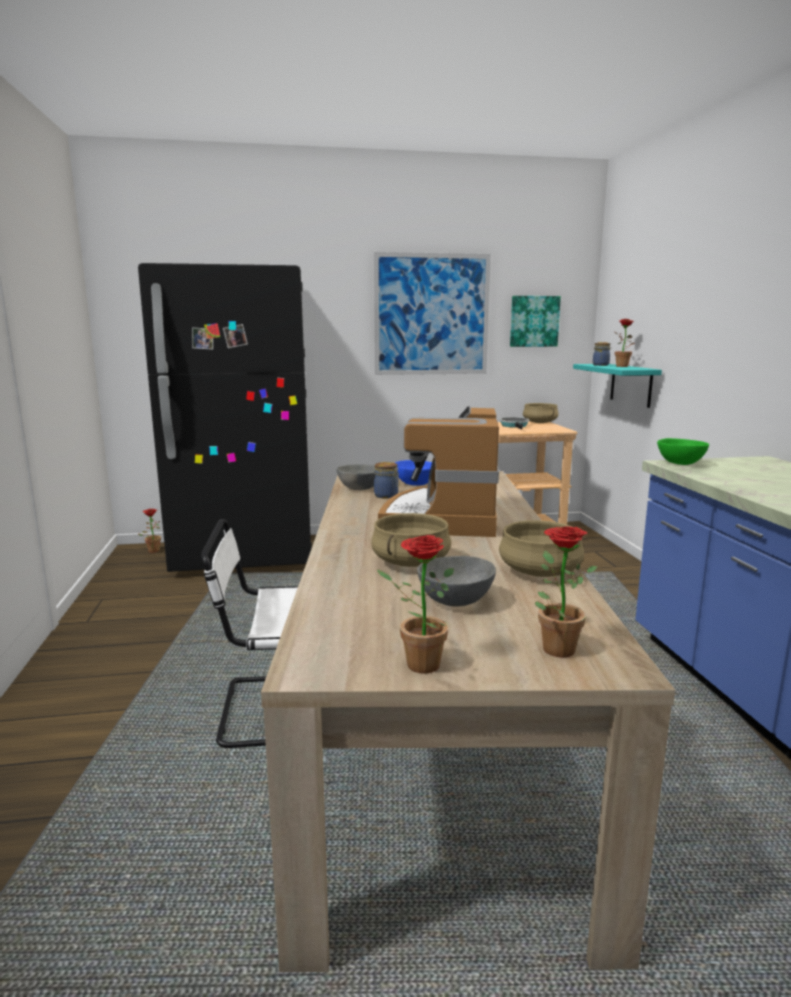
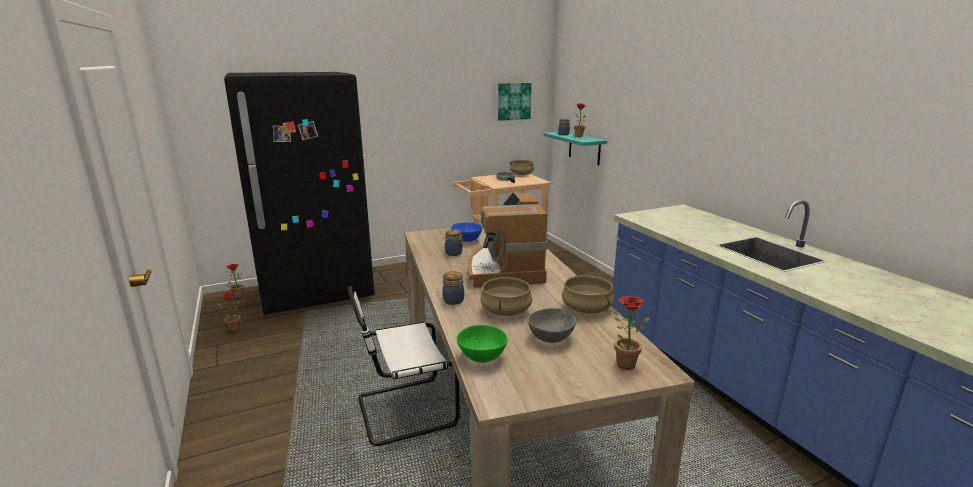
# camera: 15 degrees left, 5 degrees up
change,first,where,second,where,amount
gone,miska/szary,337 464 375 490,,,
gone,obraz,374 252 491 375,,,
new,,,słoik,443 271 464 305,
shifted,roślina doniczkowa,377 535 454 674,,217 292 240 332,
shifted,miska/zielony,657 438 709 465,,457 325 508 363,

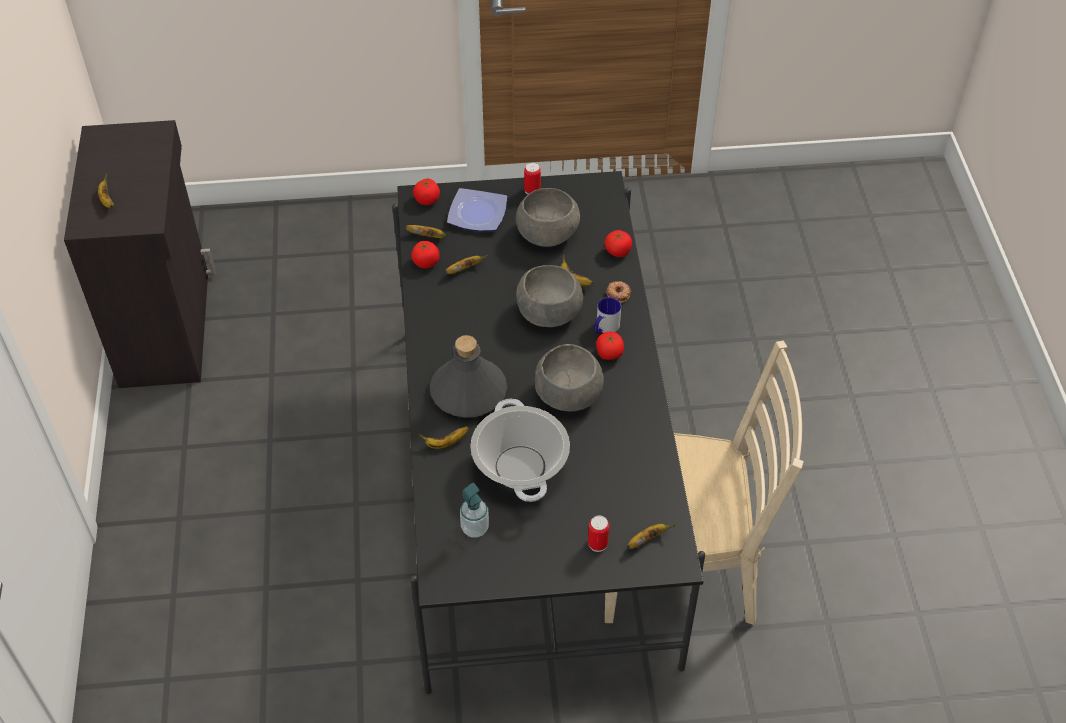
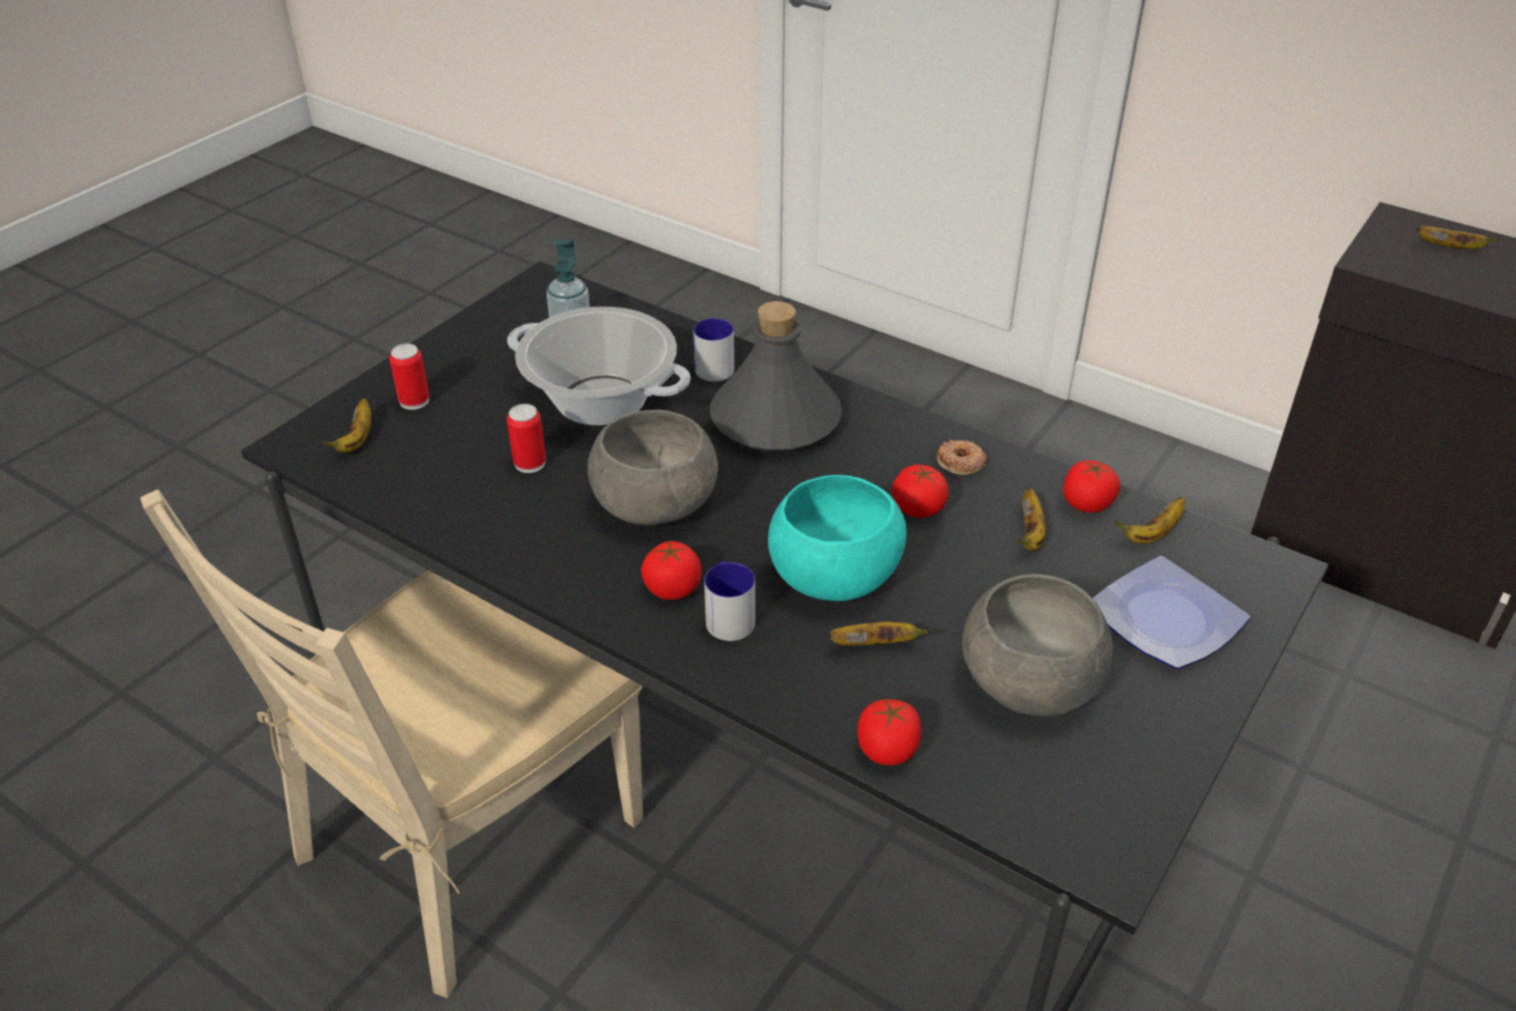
# camera: 130 degrees right, 10 degrees down
change,first,where,second,where,amount
shifted,pomidor,413 179 440 205,,892 464 949 518,
shifted,puszka,524 162 541 195,,507 404 546 473,
shifted,donut,606 281 631 303,,937 439 987 475,
swapped,banan,419 426 469 449,kubek,693 318 734 382,
repainted,miska/szary,516 265 583 327,miska/turkusowy,768 475 906 601,

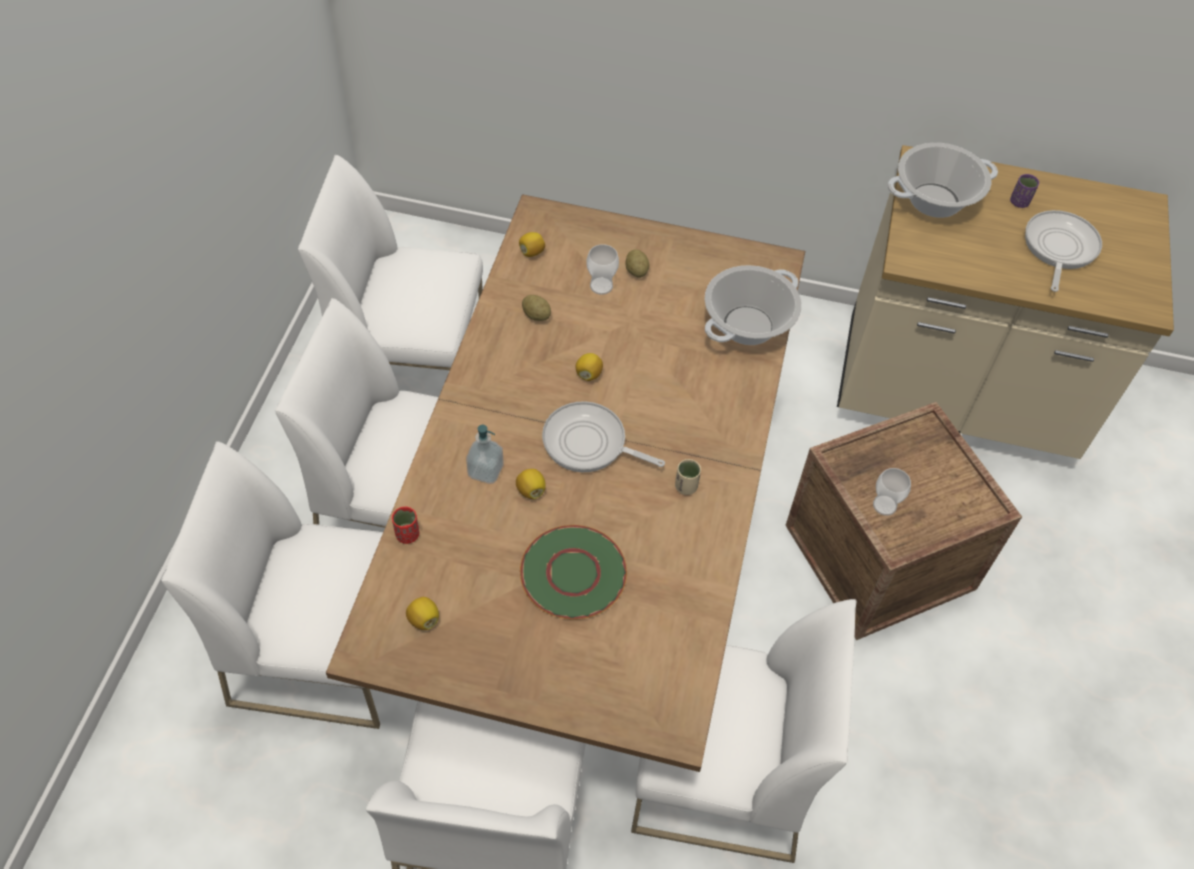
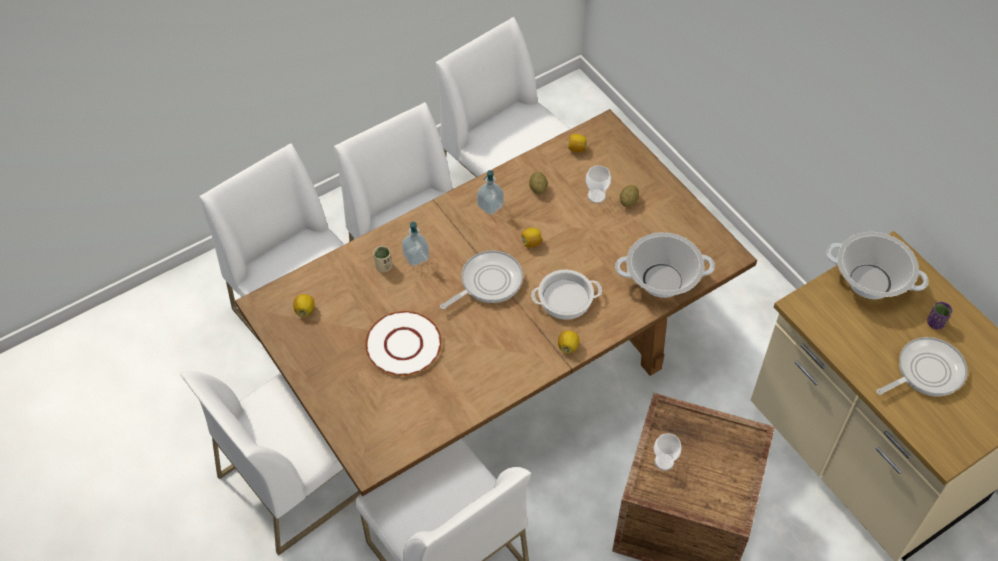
# camera: 45 degrees right, 0 degrees up
change,first,where,second,where,amount
gone,filiżanka/czerwony,392 507 419 544,,,
new,,,dozownik mydła,477 170 504 215,
new,,,garnek,531 270 602 320,
shifted,cytryna,516 469 546 499,,558 330 579 353,
shifted,filiżanka/beżowy,675 459 701 495,,373 246 392 272,
repainted,talerz/zielony,520 525 627 620,talerz/biały,365 311 442 376,
rotated,patelnia,542 401 665 472,,440 251 523 309,75 degrees clockwise

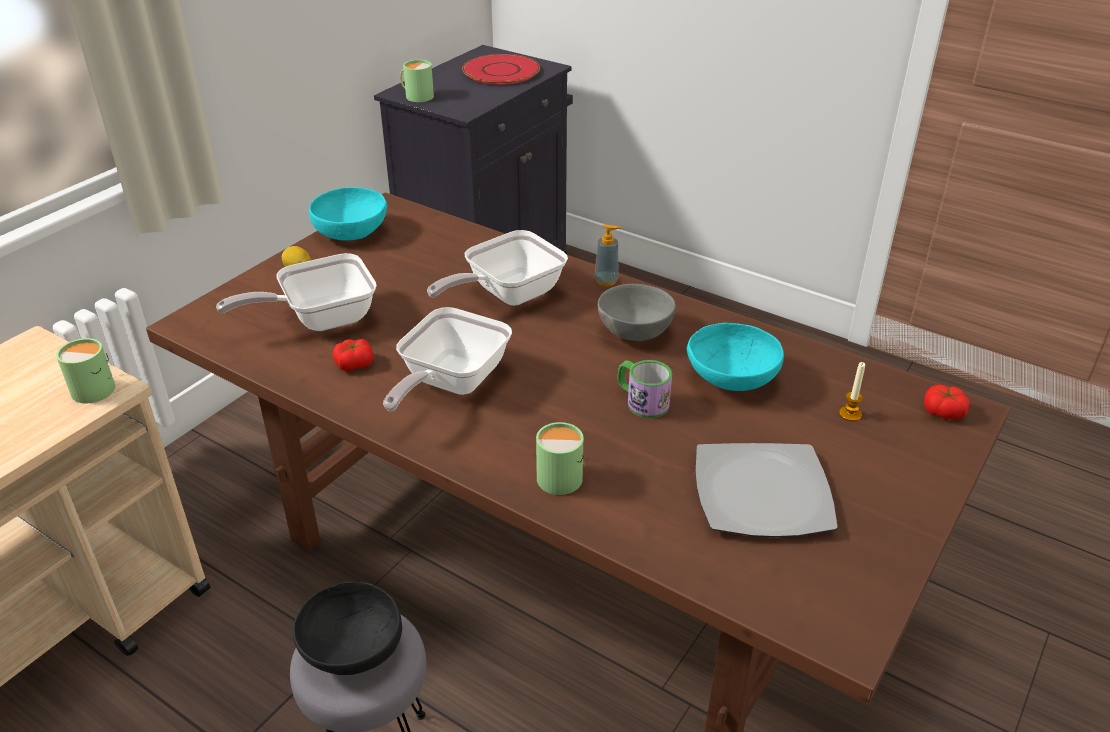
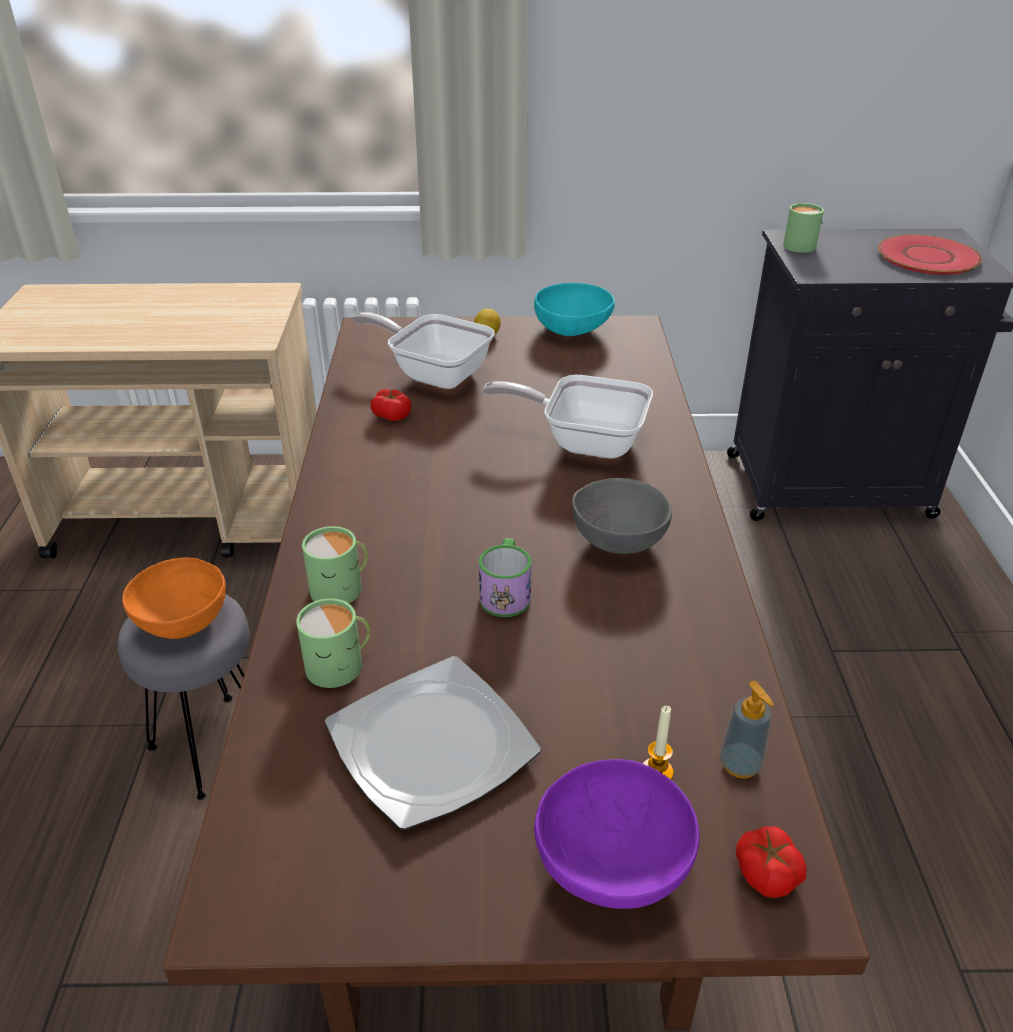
# camera: 55 degrees right, 0 degrees up
change,first,where,second,where,amount
gone,patelnia,383 307 512 411,,,
gone,miska/turkusowy,687 323 784 391,,,
new,,,miska/fioletowy,534 759 699 909,
shifted,kubek/zielony,56 338 115 403,,296 598 370 688,
shifted,dozownik mydła,595 225 621 286,,720 681 774 779,
repainted,miska/czarny,293 581 402 675,miska/pomarańczowy,122 557 226 639,

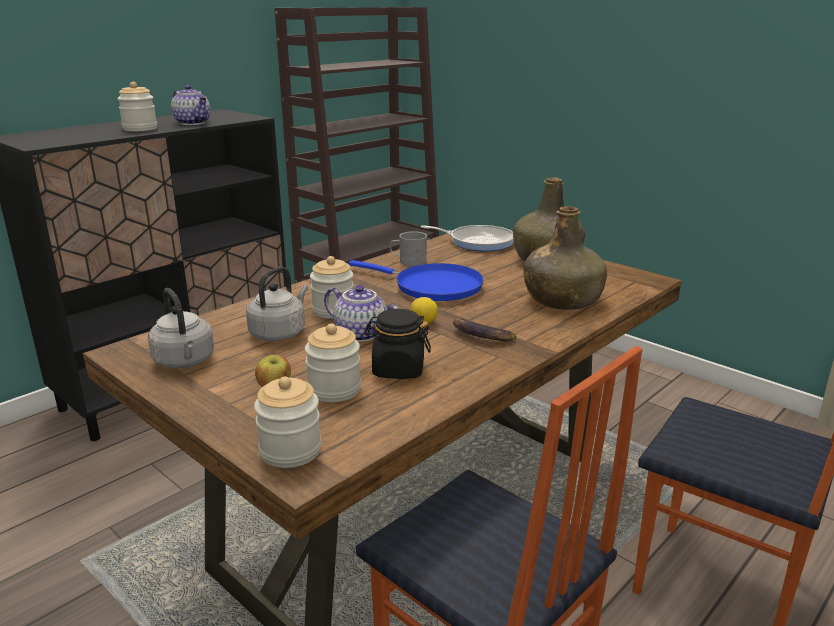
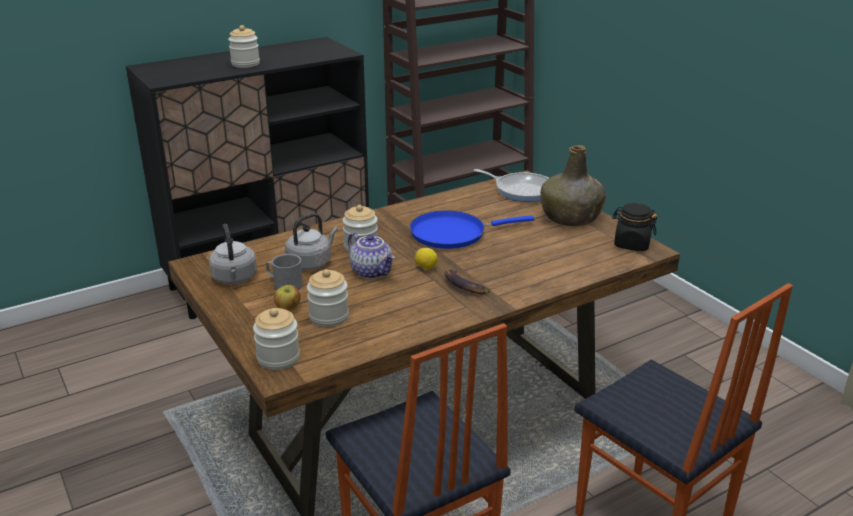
# camera: 15 degrees right, 5 degrees up
change,first,where,second,where,amount
gone,imbryk,171 85 210 125,,,
gone,butelka/zielony,523 206 607 310,,,
shifted,słoik/czarny,364 309 431 379,,612 203 657 251,
shifted,kubek/szary,390 231 427 266,,266 254 303 290,
rotated,patelnia/niebieski,349 260 484 301,,410 211 534 249,120 degrees clockwise

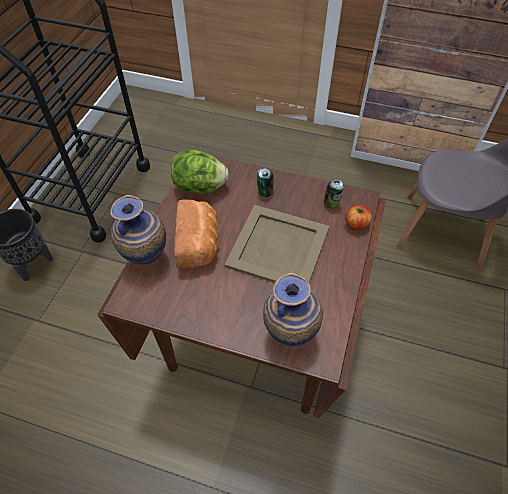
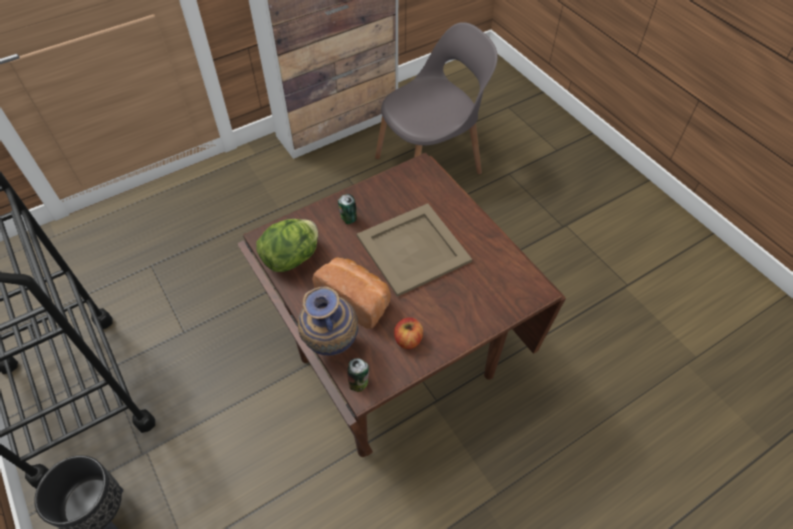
# camera: 50 degrees left, 0 degrees up
change,first,where,second,where,amount
gone,wazon,263 273 323 346,,,
shifted,puszka,324 179 344 208,,347 358 369 392,
shifted,jabłko,345 205 372 230,,394 317 423 349,

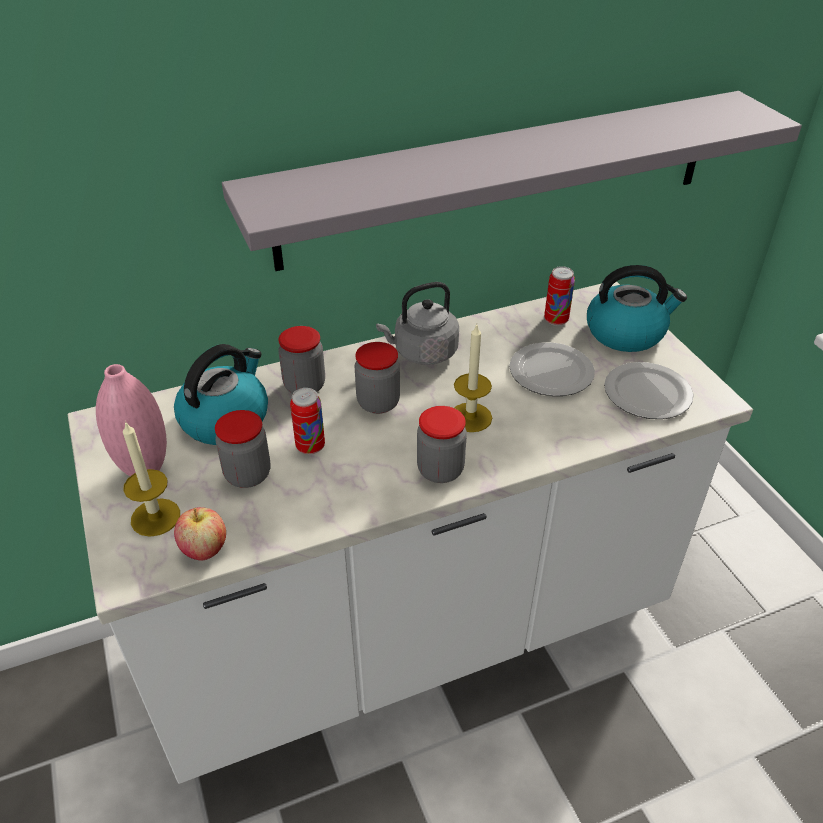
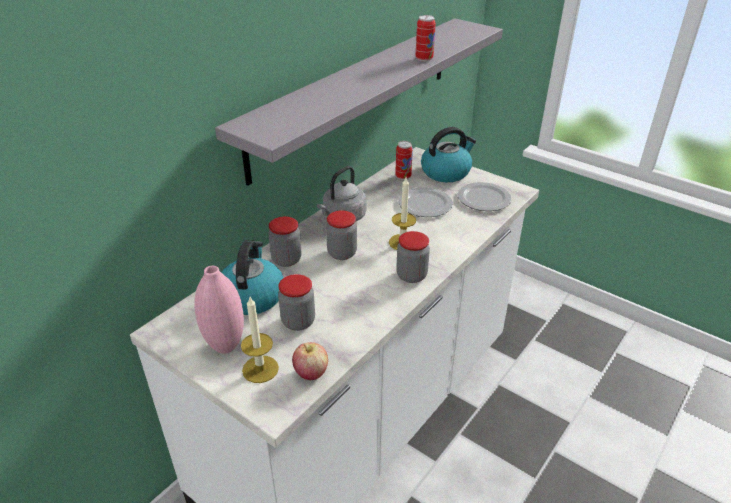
# camera: 30 degrees left, 5 degrees down
change,first,where,second,where,amount
shifted,puszka,290 388 325 454,,415 15 436 62,

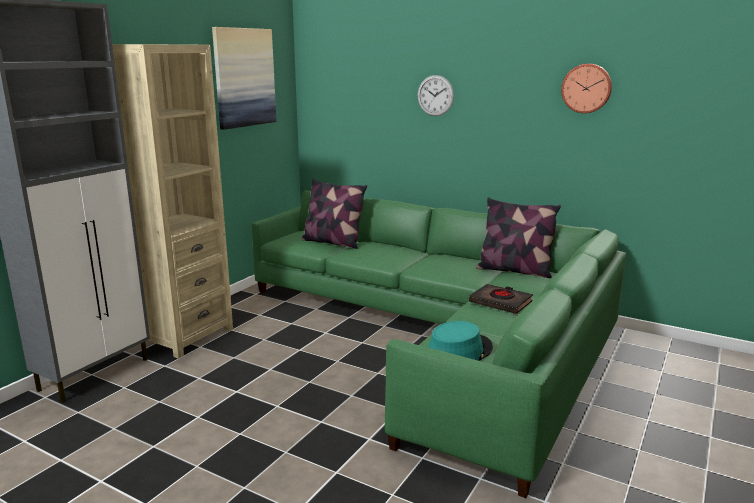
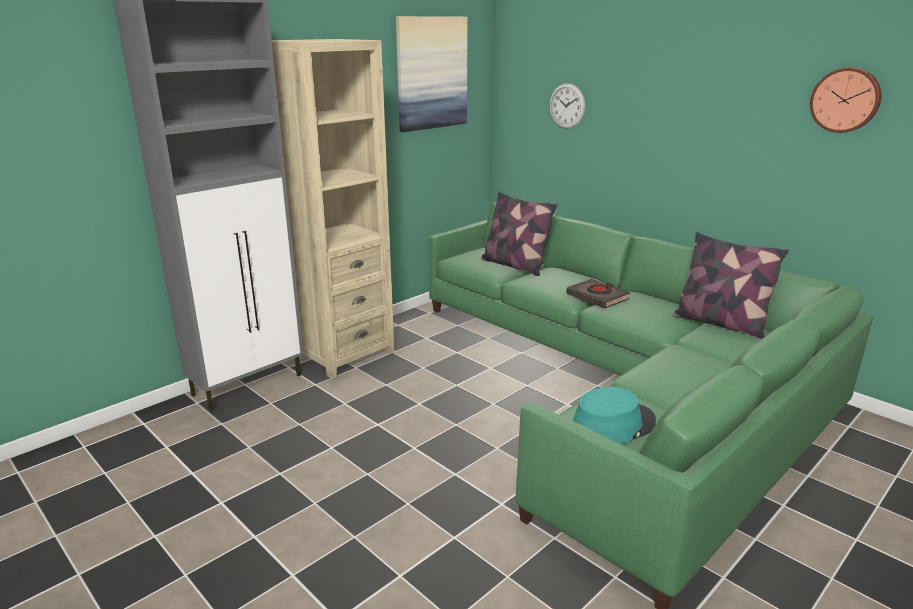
# camera: 15 degrees right, 5 degrees up
change,first,where,second,where,amount
shifted,zegar ścienny,417 75 454 116,,549 83 585 129,
shifted,książka/czarny,469 284 533 314,,566 279 630 309,

